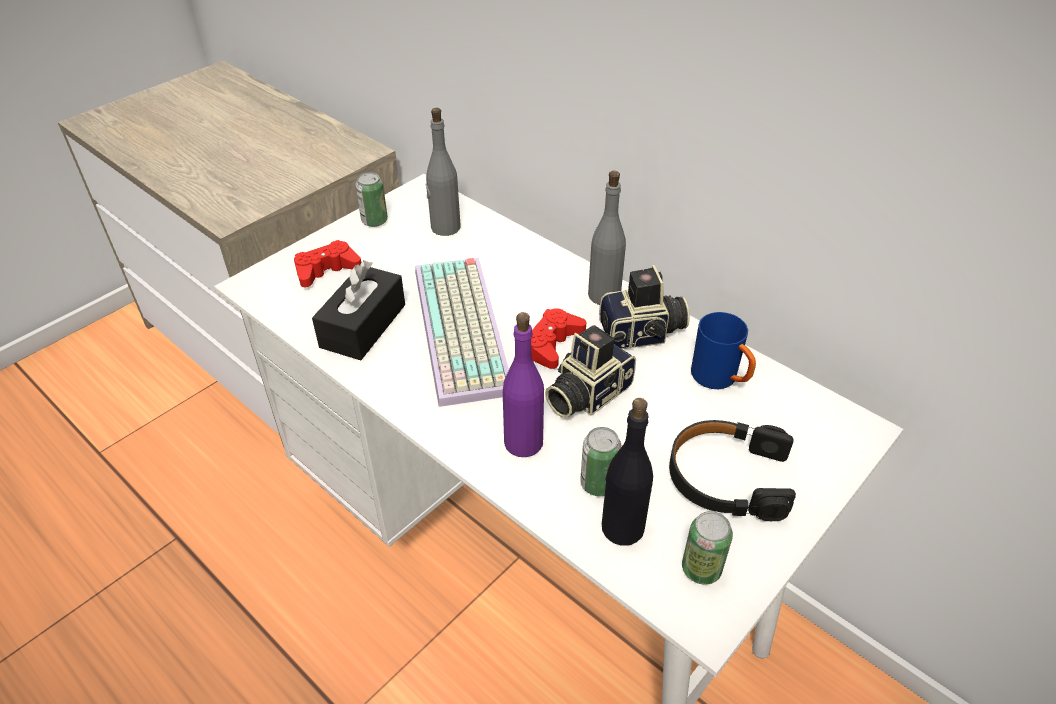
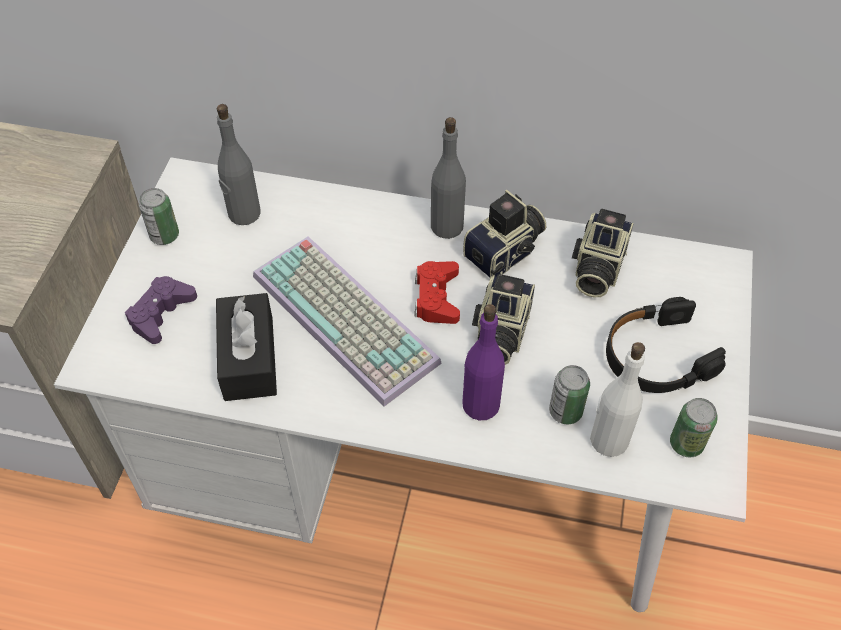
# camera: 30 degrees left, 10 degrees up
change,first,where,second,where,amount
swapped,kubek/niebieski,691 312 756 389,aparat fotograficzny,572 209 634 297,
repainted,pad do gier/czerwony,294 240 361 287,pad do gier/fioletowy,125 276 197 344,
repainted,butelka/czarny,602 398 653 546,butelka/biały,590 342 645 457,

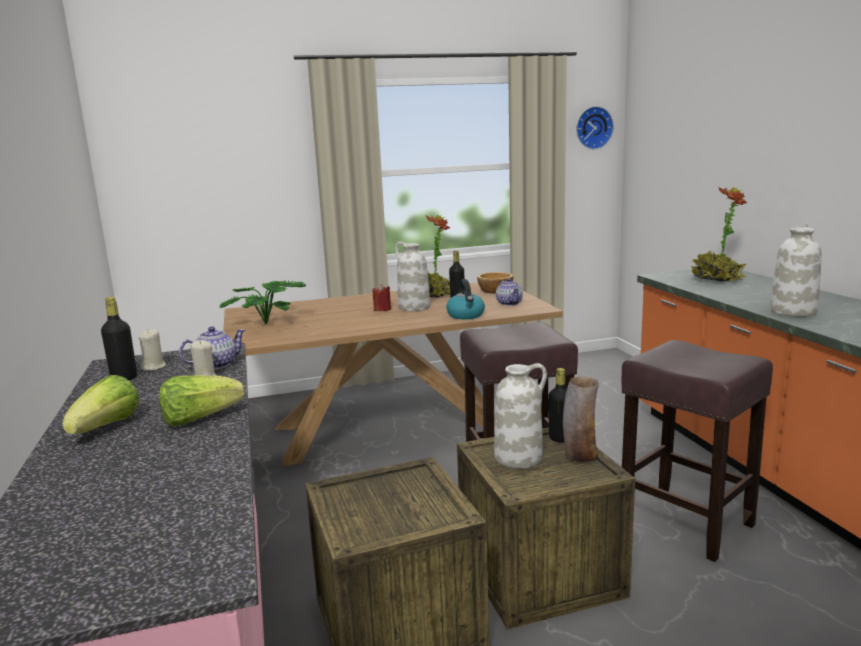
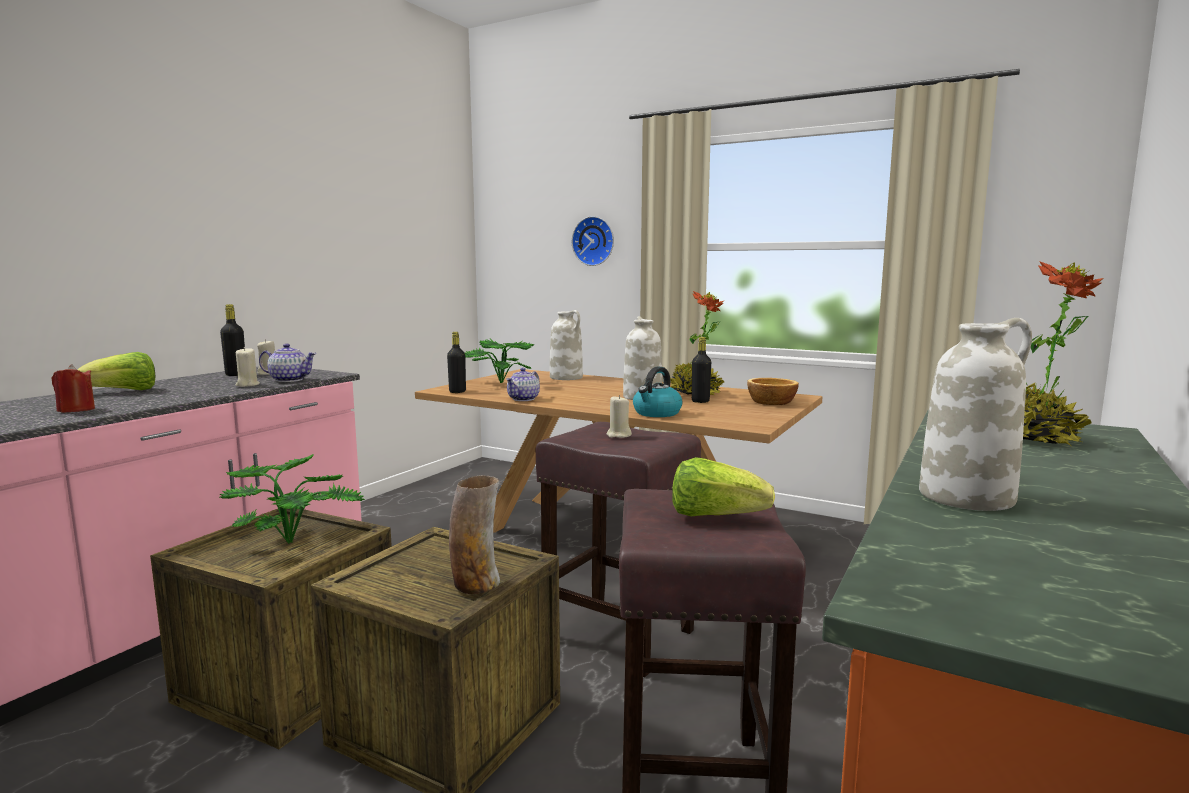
# camera: 45 degrees right, 5 degrees down
change,first,where,second,where,amount
new,,,roślina doniczkowa,219 454 365 544,
new,,,świeca/beżowy,606 395 632 438,
shifted,sałata,159 375 244 426,,672 457 775 516,
shifted,świeca/czerwony,373 284 391 311,,51 364 95 412,
shifted,wazon/biały,494 363 547 469,,550 310 583 380,
shifted,imbryk,496 278 523 306,,506 368 540 401,
shifted,butelka/czarny,548 368 567 443,,447 332 466 393,
shifted,zegar ścienny,576 106 614 149,,572 216 614 266,

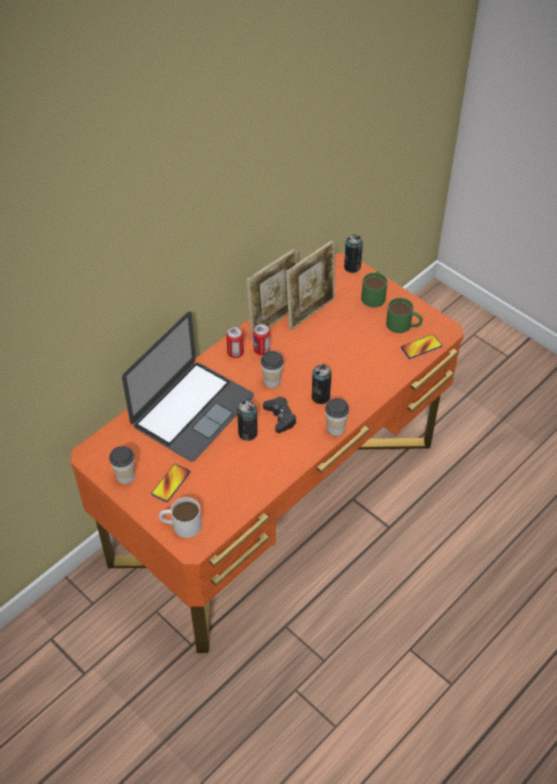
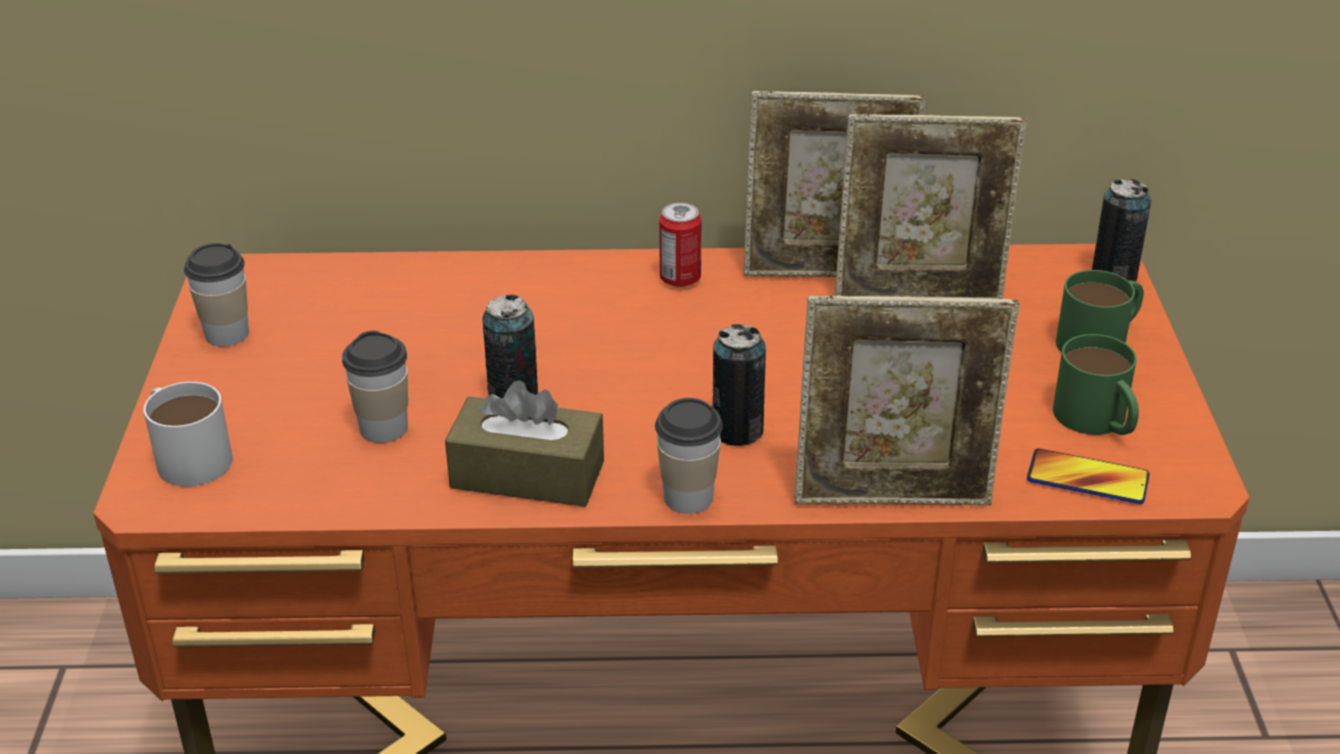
# camera: 45 degrees right, 15 degrees down
change,first,where,second,where,amount
gone,laptop,122 312 254 462,,,
gone,telefon,151 464 190 502,,,
gone,puszka,253 324 270 355,,,
gone,pad do gier/czarny,263 397 297 433,,,
new,,,pudełko chusteczek/brązowy,445 380 604 507,
new,,,ramka na zdjęcie,795 295 1020 506,
shifted,filiżanka,261 351 284 388,,342 331 408 443,

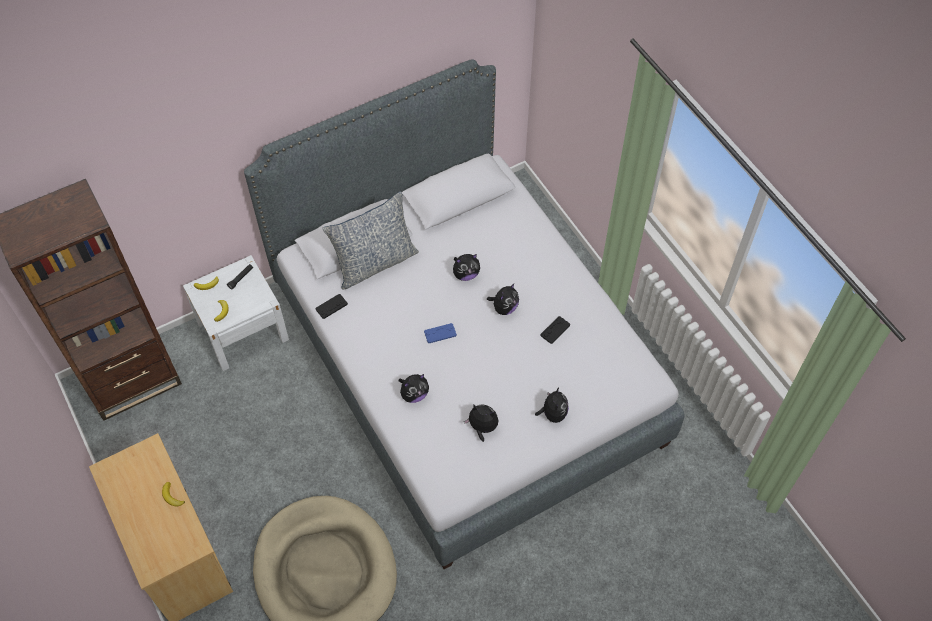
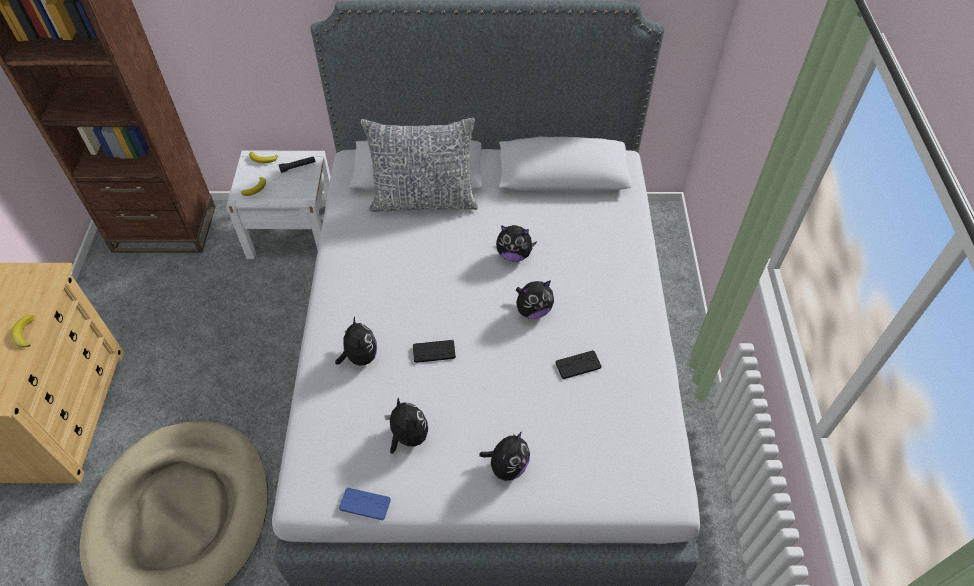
# camera: 30 degrees right, 5 degrees down
change,first,where,second,where,amount
shifted,pad do gier/czarny,316 294 348 319,,413 340 456 363,
shifted,pad do gier/niebieski,424 323 457 343,,339 487 391 520,
rotated,pluszak,398 374 429 403,,335 316 377 365,105 degrees counterclockwise

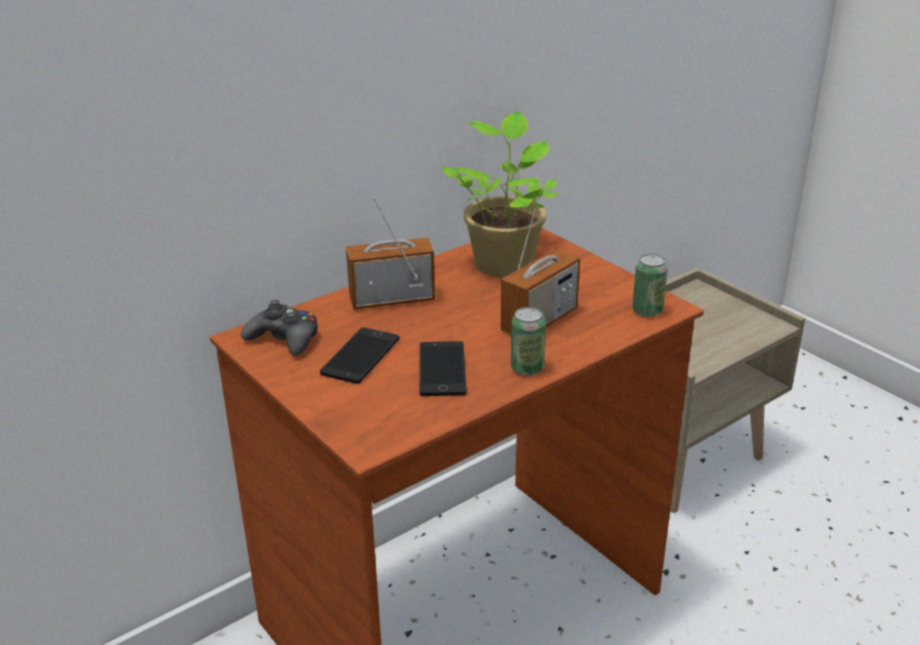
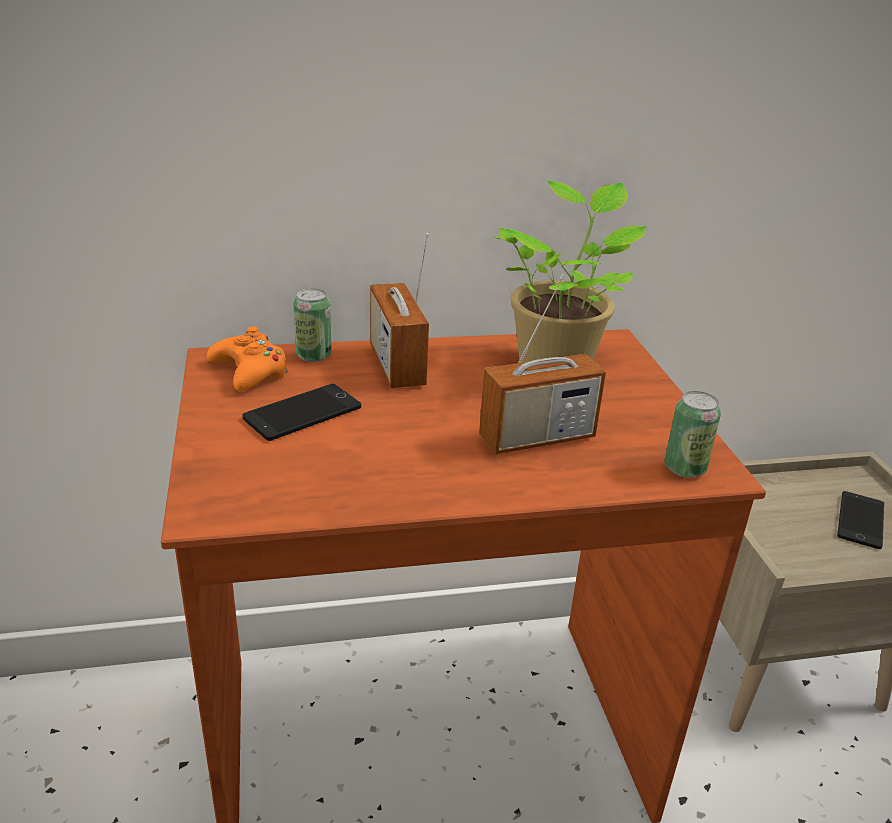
# camera: 25 degrees right, 0 degrees up
change,first,where,second,where,amount
shifted,telefon,420 341 467 396,,837 491 884 549,
shifted,puszka,511 307 546 376,,294 288 332 362,
repainted,pad do gier/czarny,241 300 318 356,pad do gier/pomarańczowy,207 326 288 391,
rotated,radio,346 197 435 309,,370 233 429 388,120 degrees counterclockwise

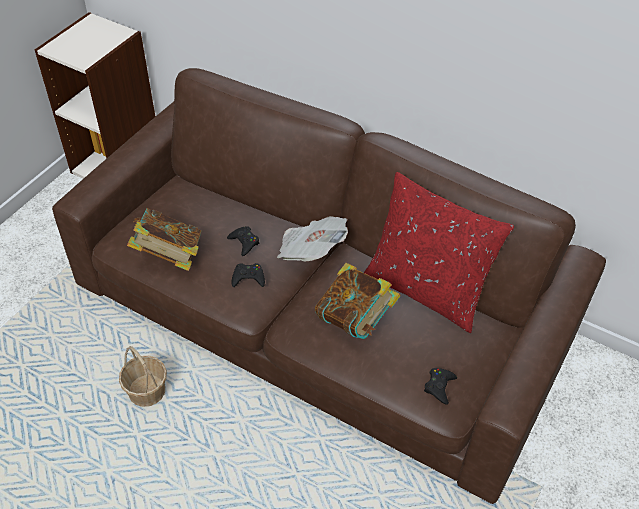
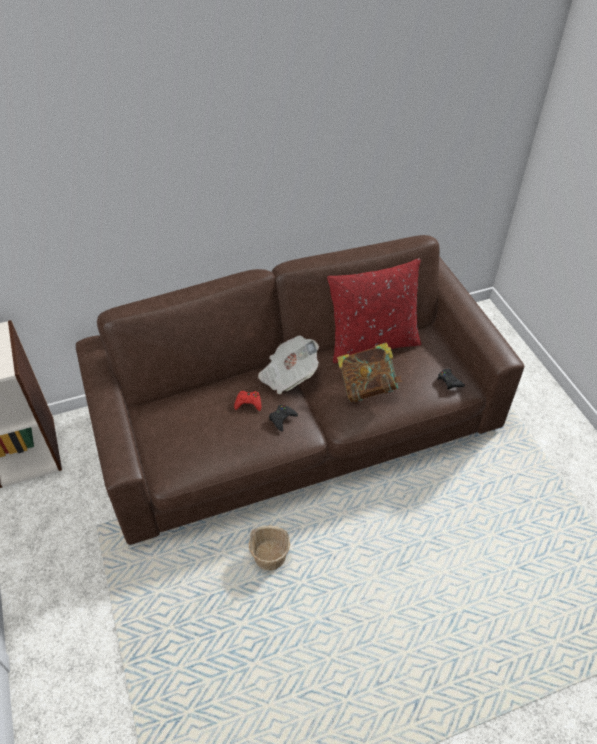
# camera: 50 degrees left, 0 degrees up
change,first,where,second,where,amount
gone,książka,127 208 201 271,,,
repainted,pad do gier/czarny,227 226 259 256,pad do gier/czerwony,234 391 261 411,

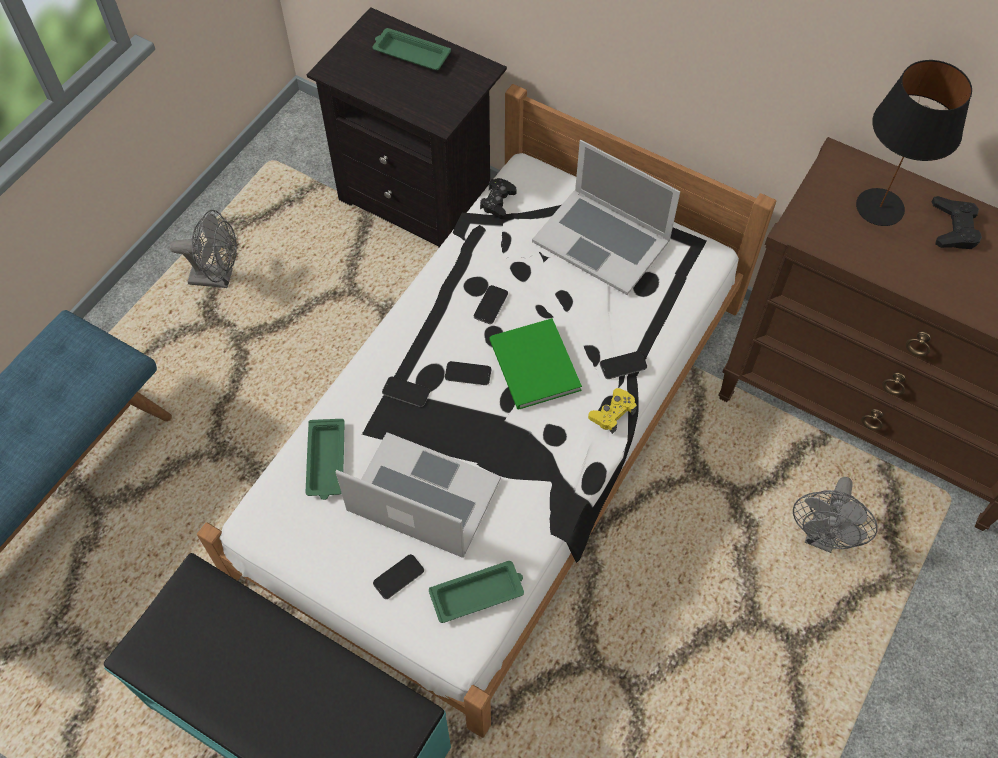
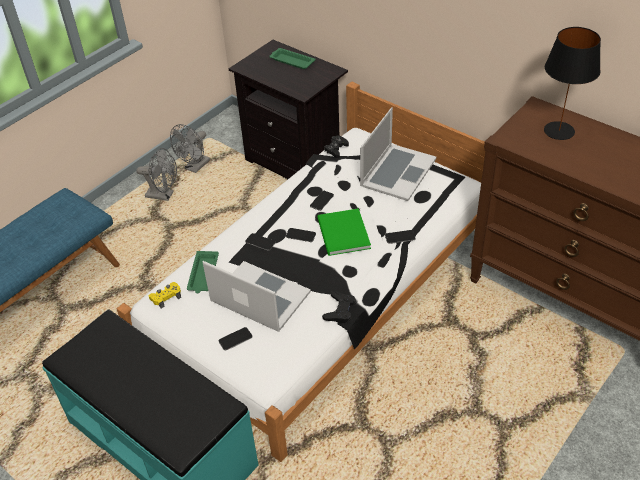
# camera: 10 degrees right, 15 degrees down
change,first,where,second,where,amount
gone,taca/zielony,429 561 524 623,,,
shifted,pad do gier/żółty,588 388 637 434,,149 282 181 308,
shifted,wentylator/szary,793 477 878 553,,170 124 210 173,
shifted,pad do gier/czarny,931 196 982 249,,322 291 356 323,
rotated,laptop,532 140 680 295,,360 107 436 201,105 degrees counterclockwise

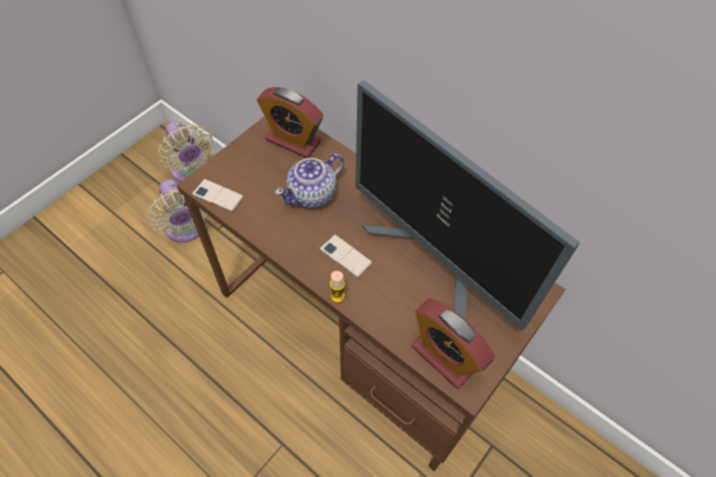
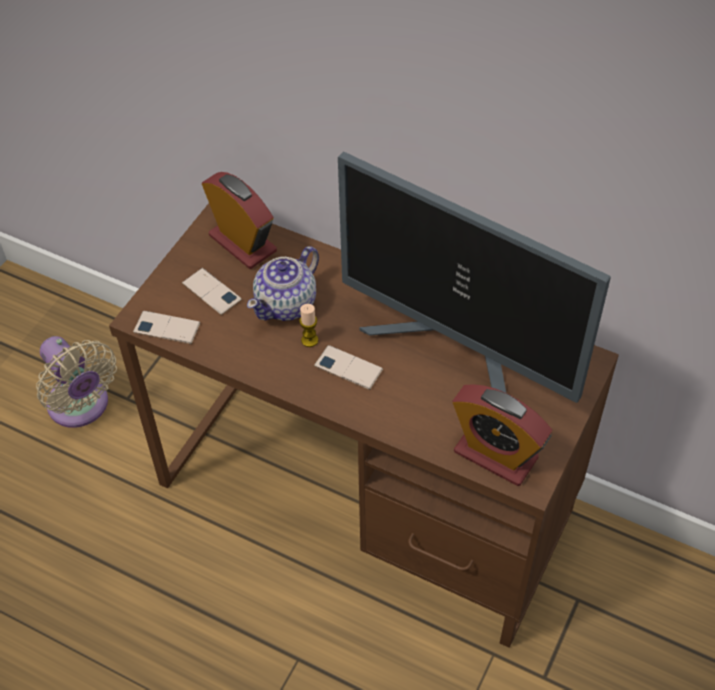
# camera: 10 degrees left, 5 degrees down
change,first,where,second,where,amount
gone,wentylator/beżowy,158 121 214 182,,,
new,,,telefon,182 268 242 315,
shifted,świeca,330 271 345 303,,299 304 318 347,
rotated,budzik,257 87 323 158,,202 172 277 269,150 degrees counterclockwise

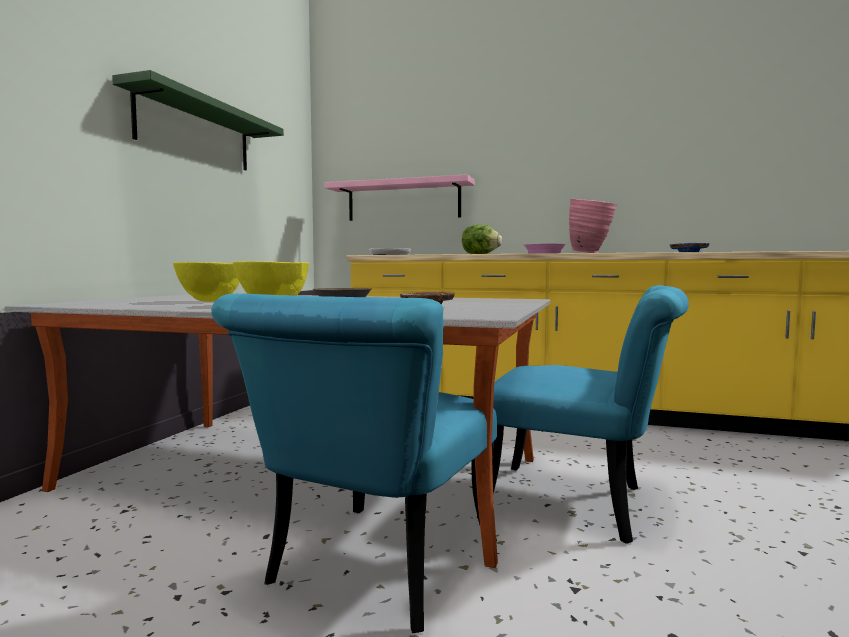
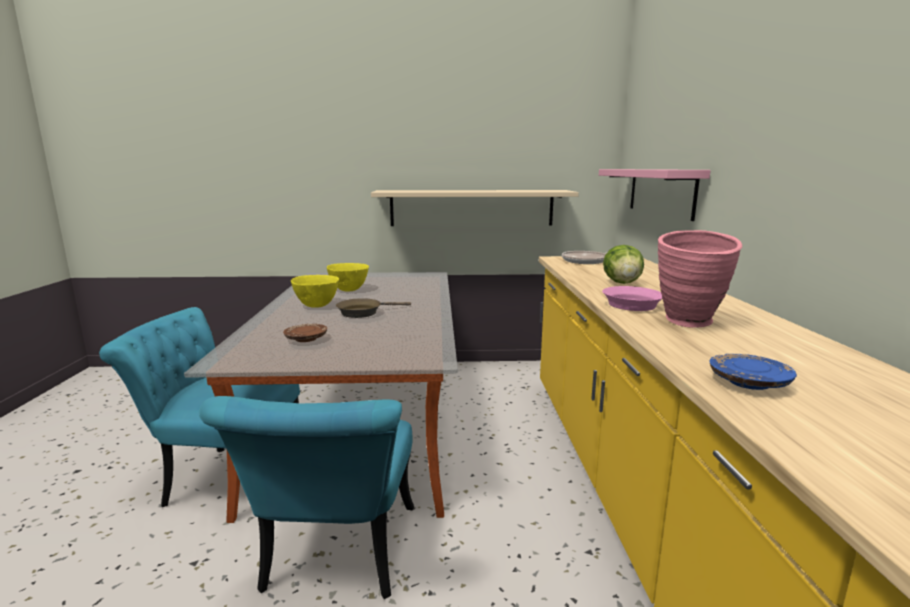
# camera: 70 degrees right, 10 degrees up
change,first,where,second,where,amount
gone,półka/zielony,112 70 284 170,,,
new,,,półka/beżowy,371 190 579 226,

